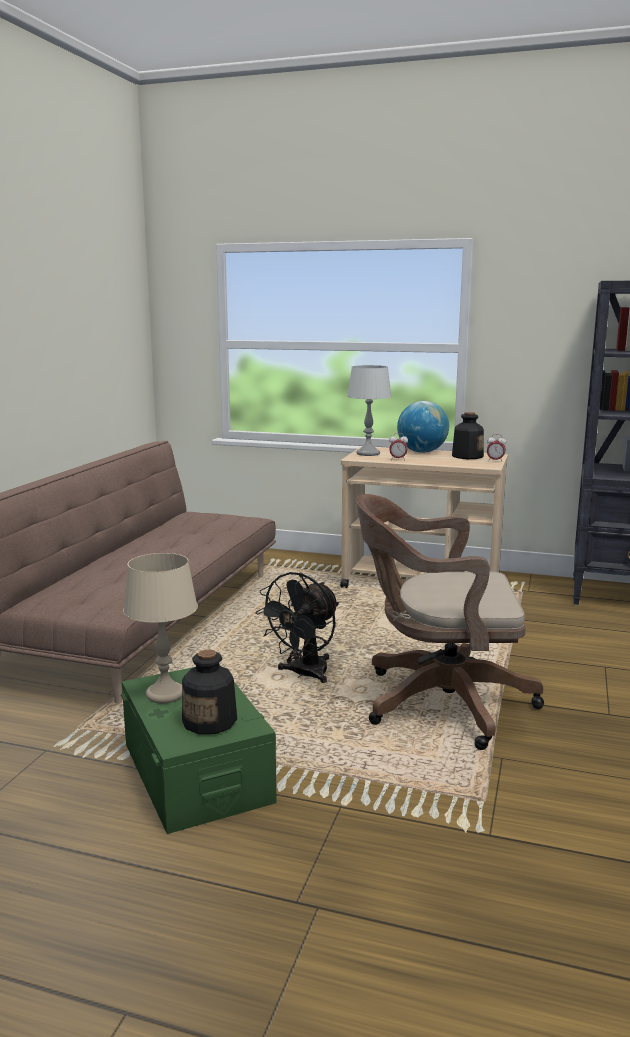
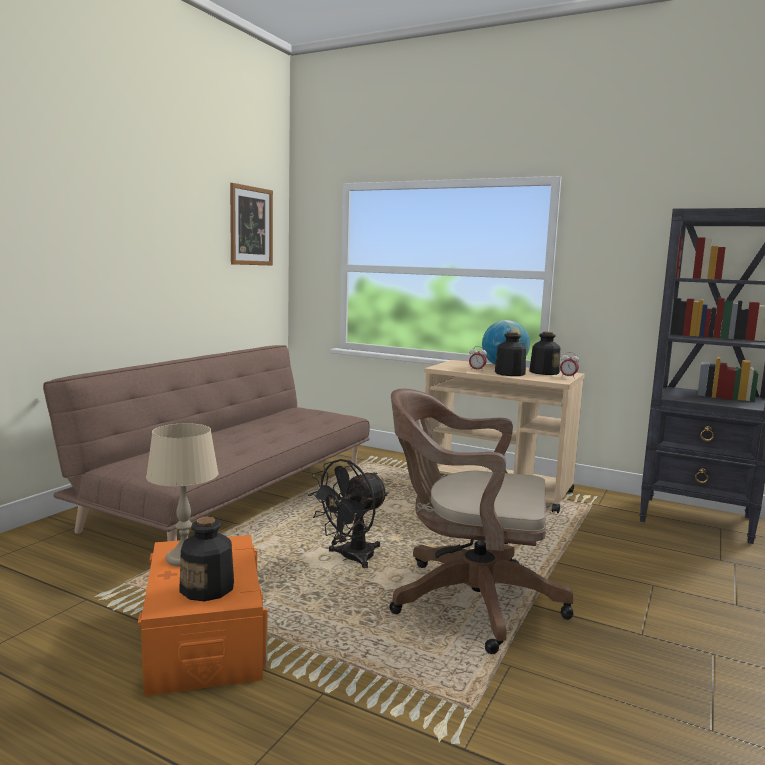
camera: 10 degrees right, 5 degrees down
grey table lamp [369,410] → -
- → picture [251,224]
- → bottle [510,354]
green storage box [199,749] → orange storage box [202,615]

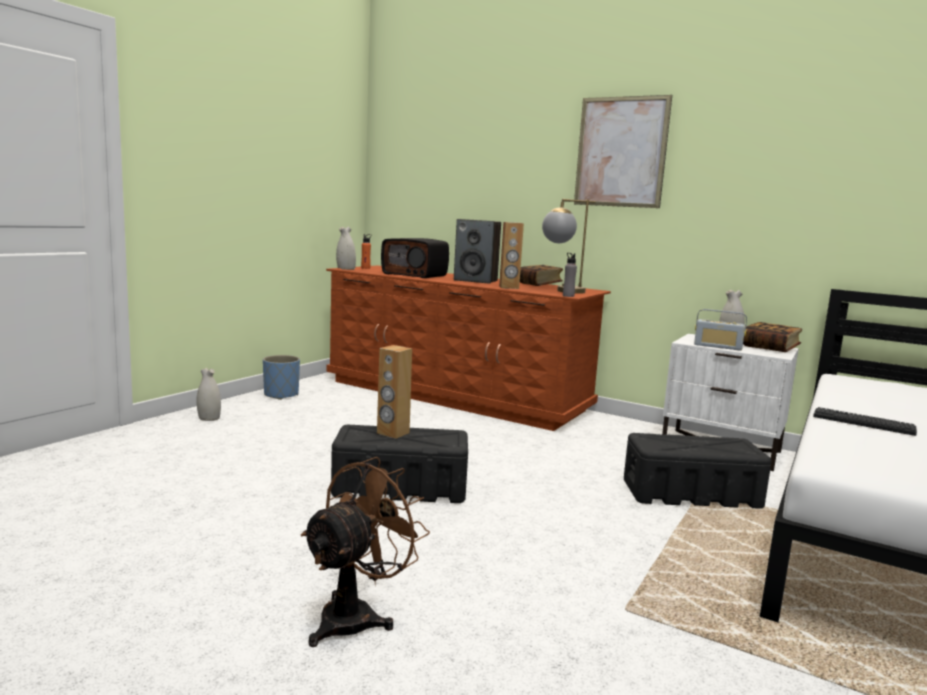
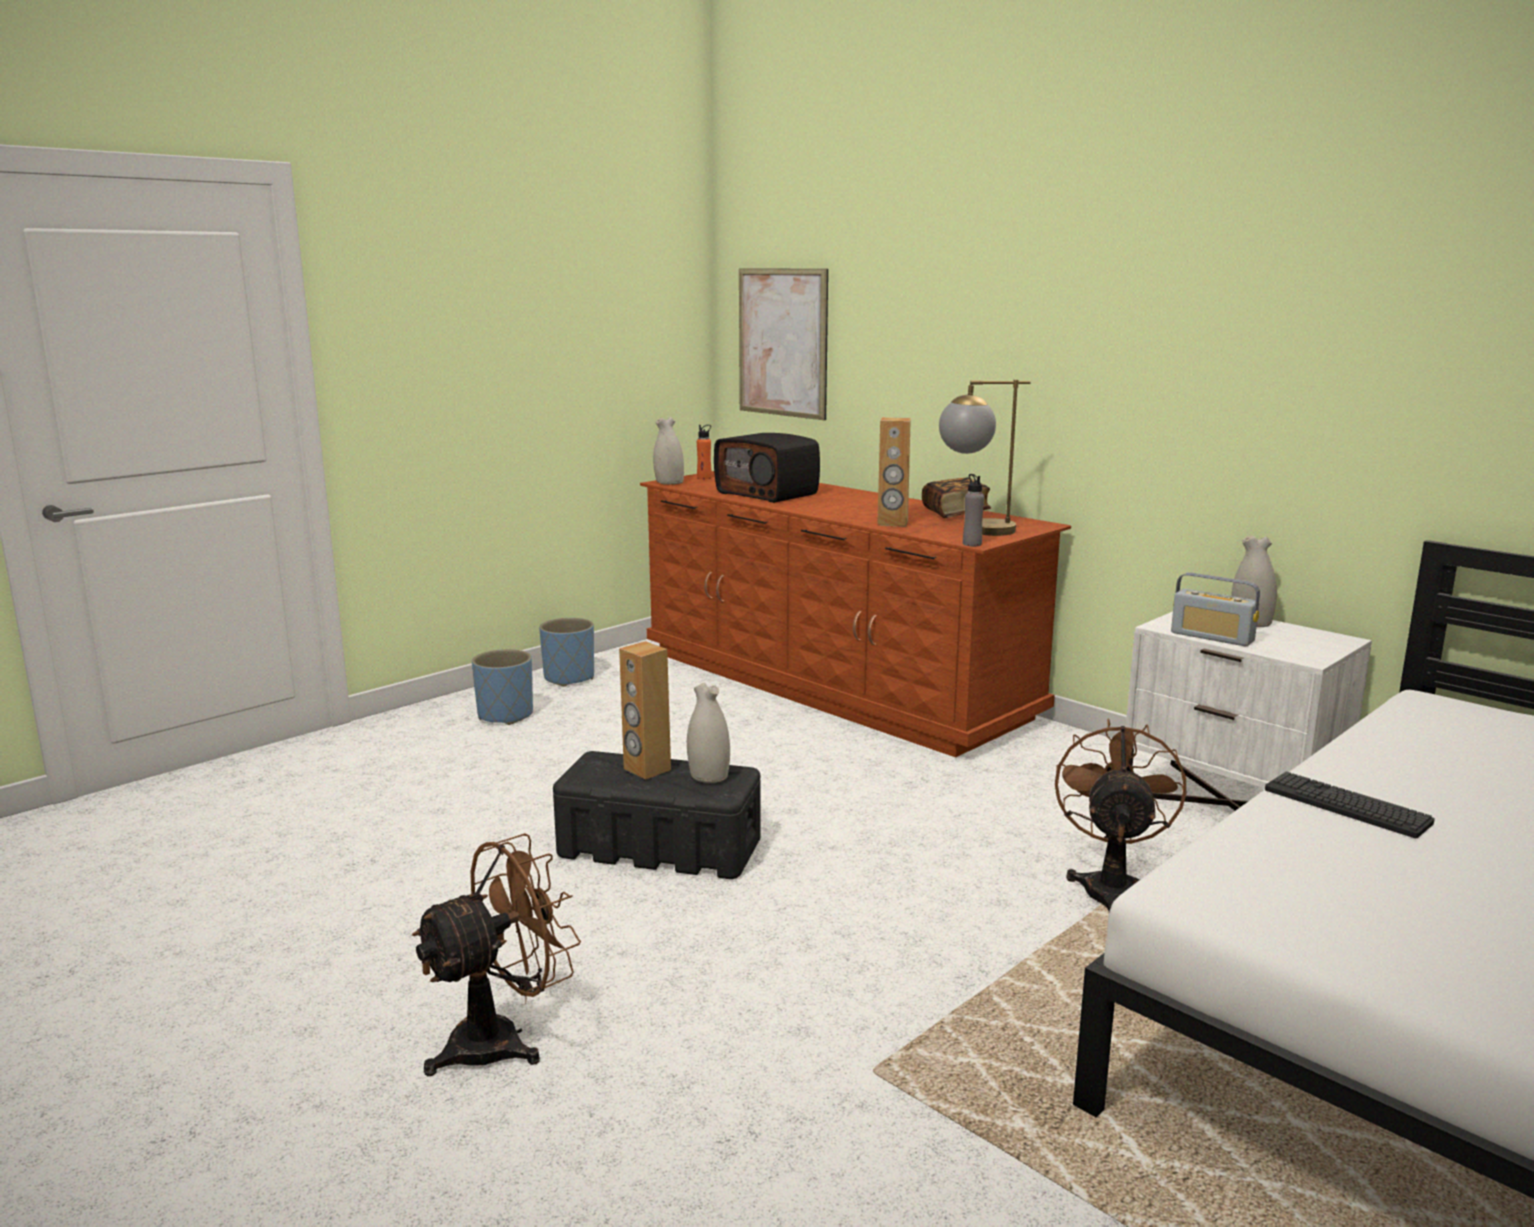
camera: 15 degrees right, 5 degrees up
speaker [477,251] → -
book [772,337] → -
- → blue planter [502,687]
white vase [208,394] → white vase [708,732], move
picture [623,151] → picture [783,344], move
black storage box [698,471] → brown fan [1120,815]

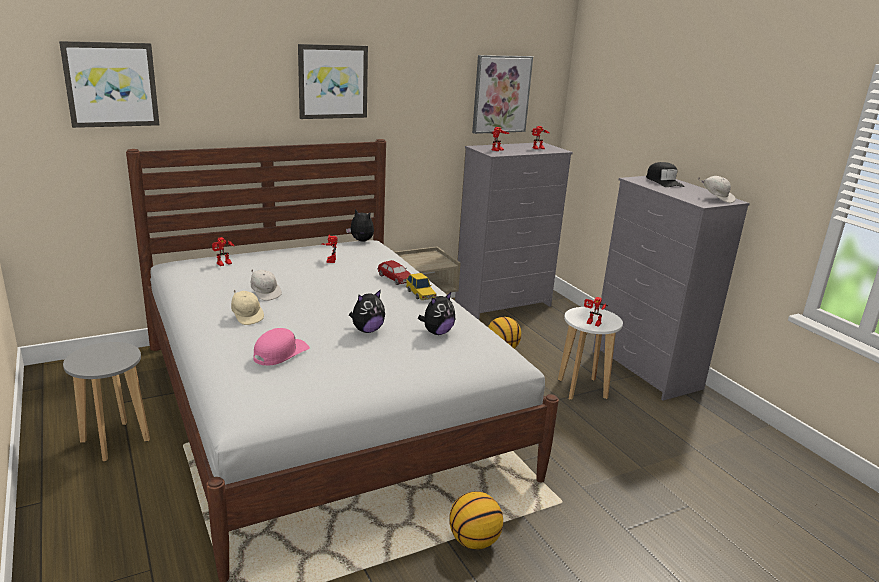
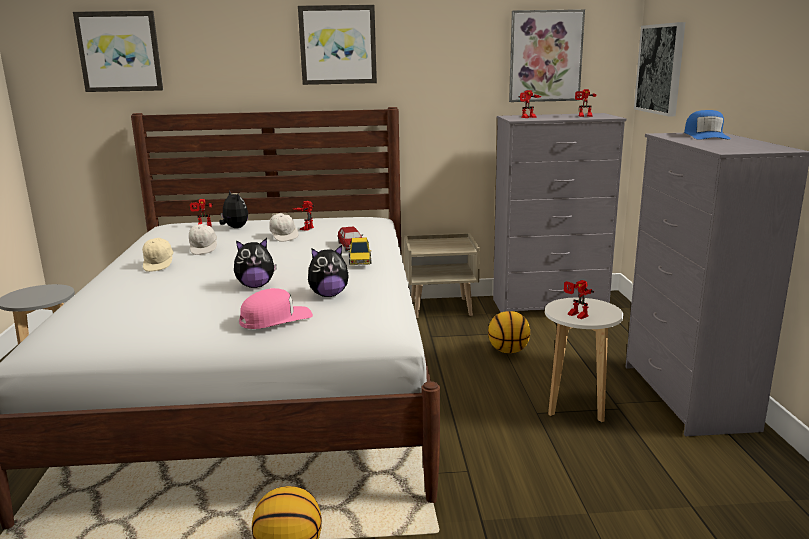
camera: 25 degrees right, 5 degrees down
- → picture [659,69]
pink cap [281,347] → pink cap [276,308], move
plush toy [360,225] → plush toy [233,209], move
white cap [717,189] → white cap [284,227], move
black cap [665,174] → blue cap [707,125]

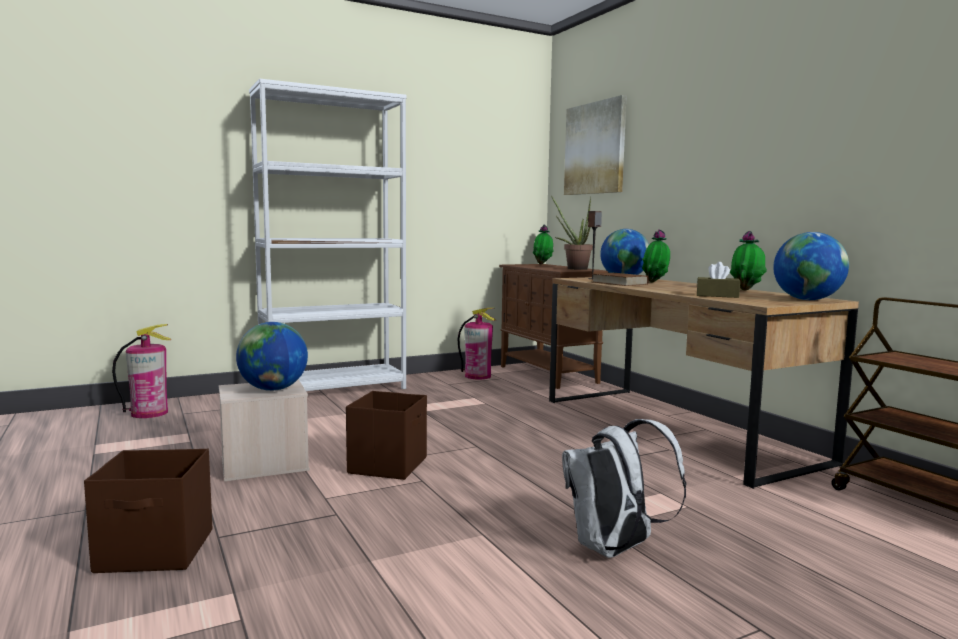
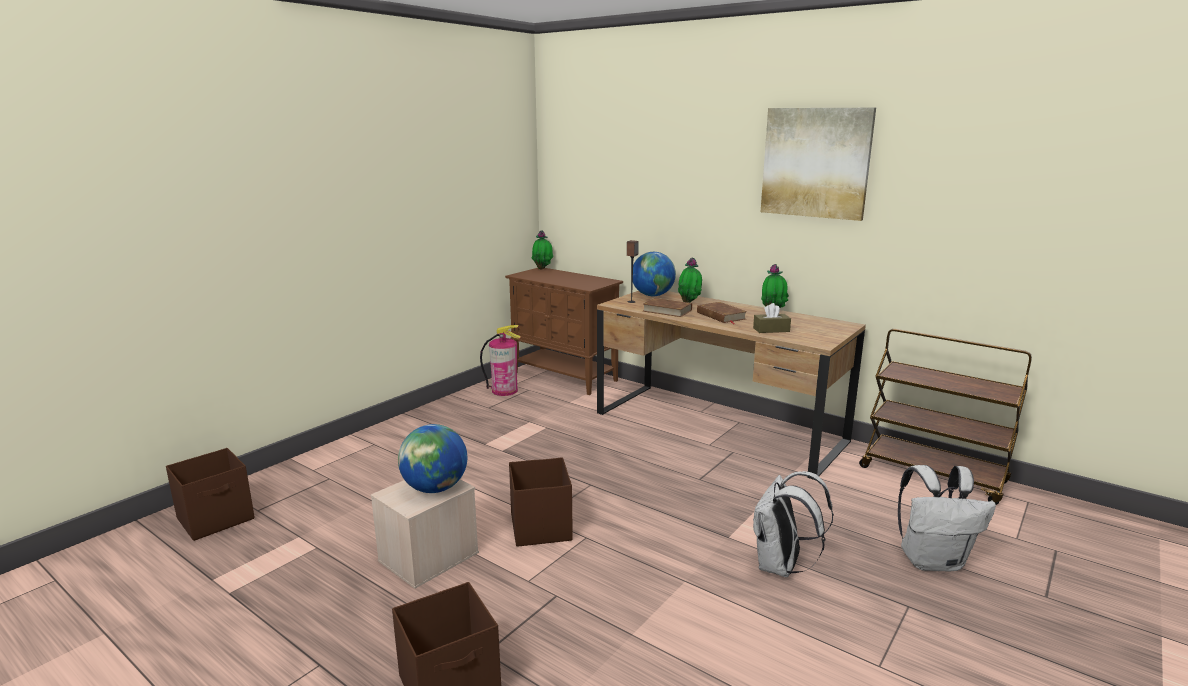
camera: 25 degrees left, 10 degrees up
white bookcase [328,234] → -
potted plant [572,233] → -
globe [811,266] → -
- → brown book [722,313]
- → white backpack [947,518]
picture [595,145] → picture [818,164], move
fire extinguisher [141,371] → brown storage box [210,494]

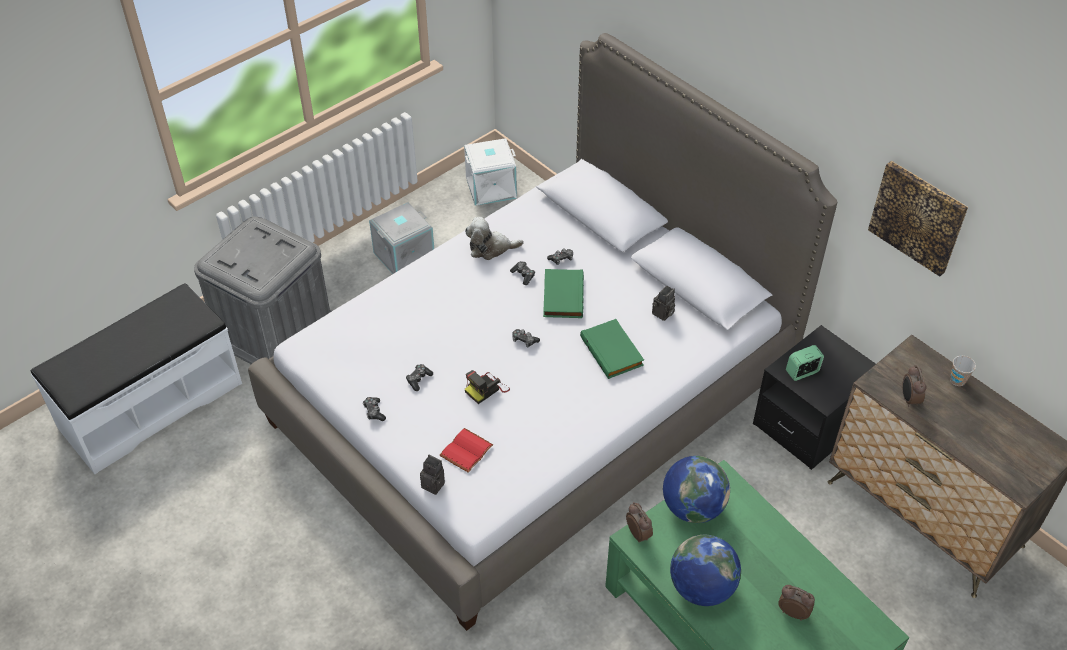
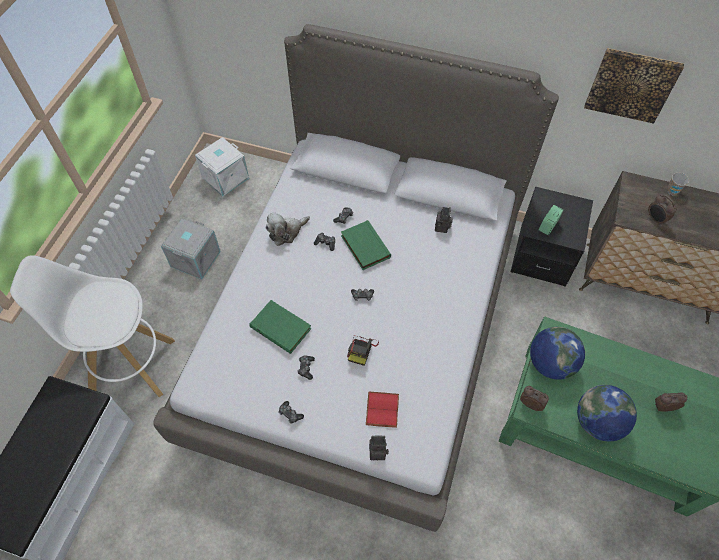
camera: 30 degrees left, 10 degrees up
green book [612,349] → green book [281,327], move
grey storage box [263,290] → white stool [92,326]

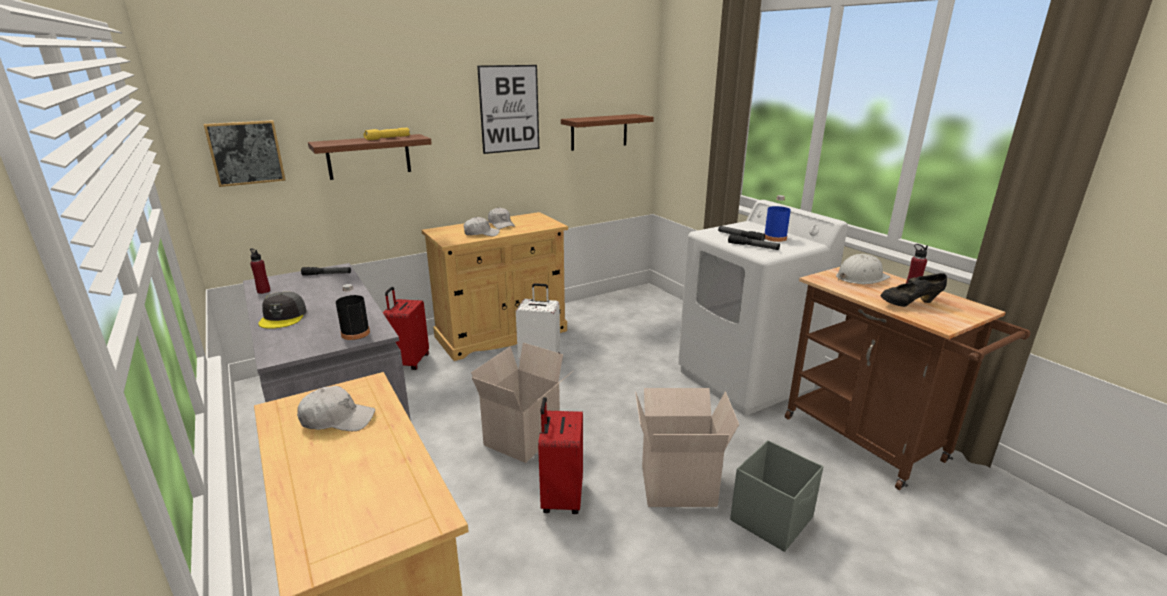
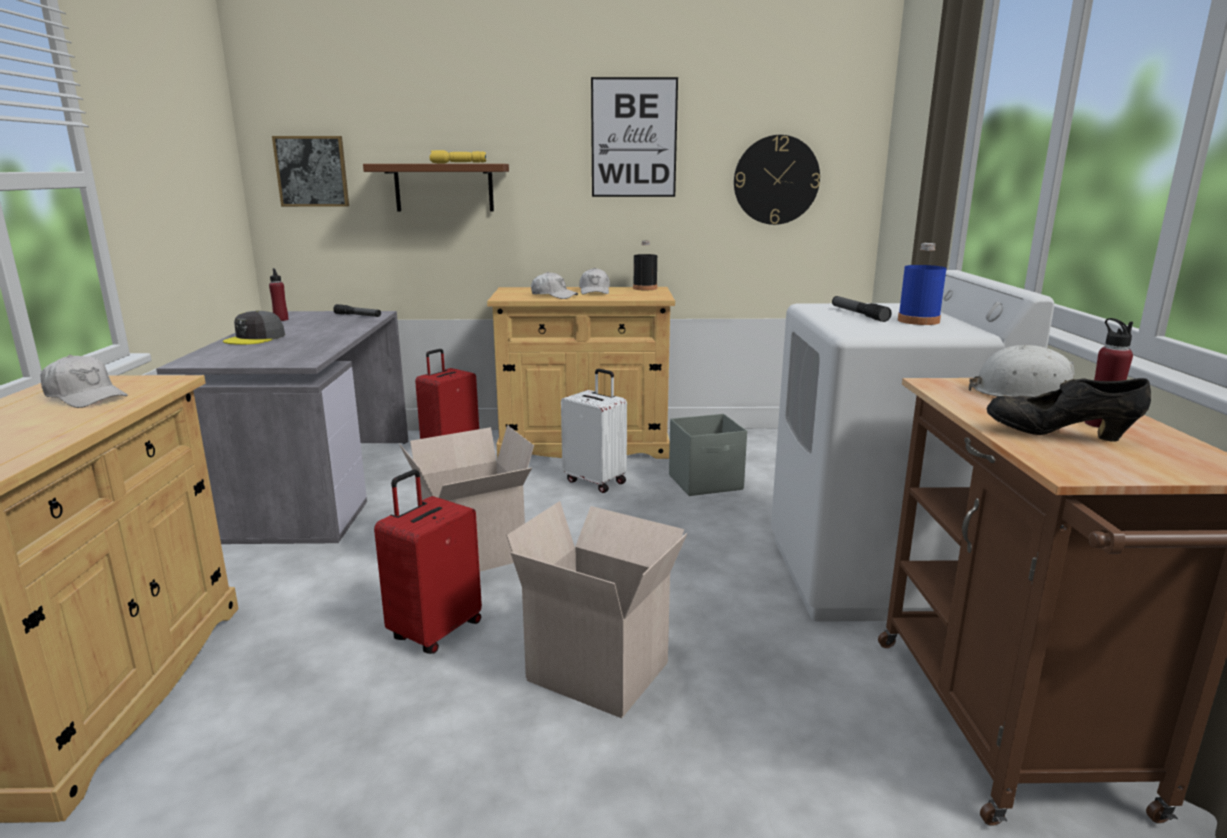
camera: 30 degrees right, 5 degrees down
flashlight [754,242] → -
black bottle [353,312] → black bottle [645,265], move
grey storage box [776,496] → grey storage box [708,455], move
brown shelf [607,132] → wall clock [777,180]

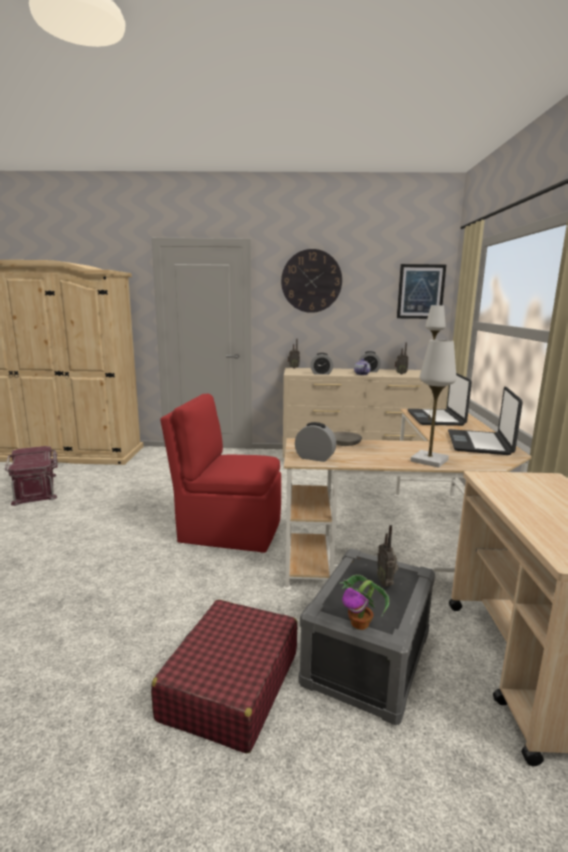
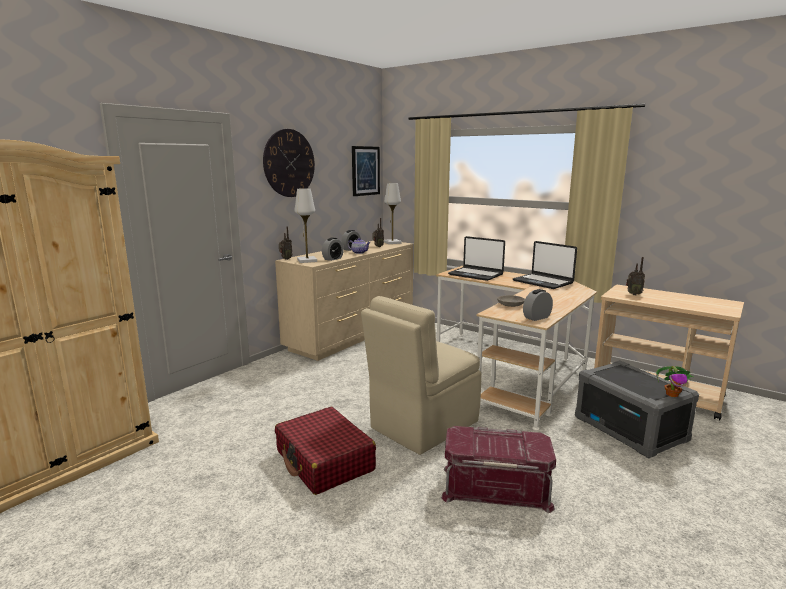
camera: 55 degrees left, 0 degrees up
red storage box [31,476] → red storage box [498,469], move
red suitcase [224,676] → red suitcase [325,451], move
radio [388,556] → radio [635,276], move
white table lamp [433,404] → white table lamp [305,225], move
red chair [220,473] → beige chair [421,375]

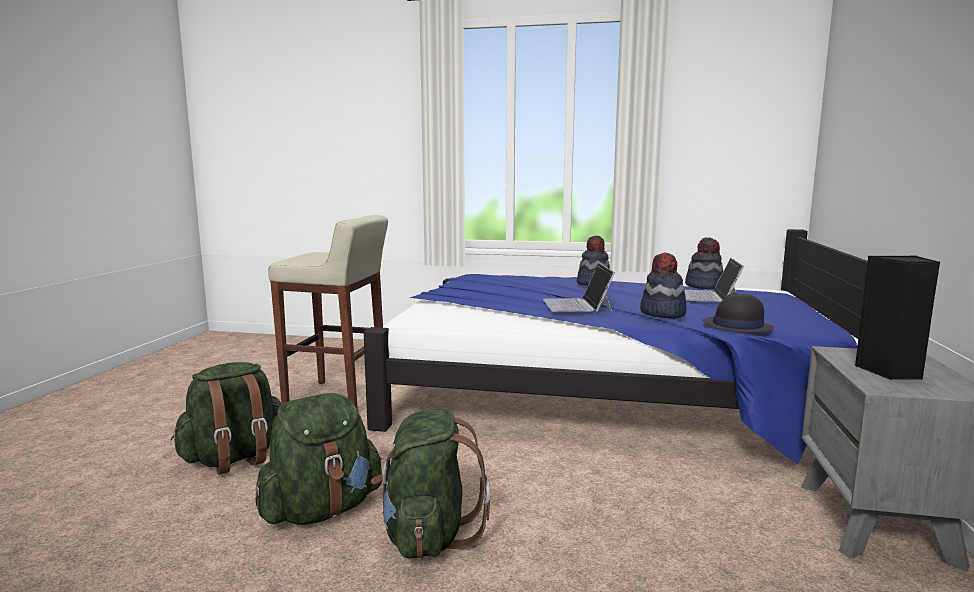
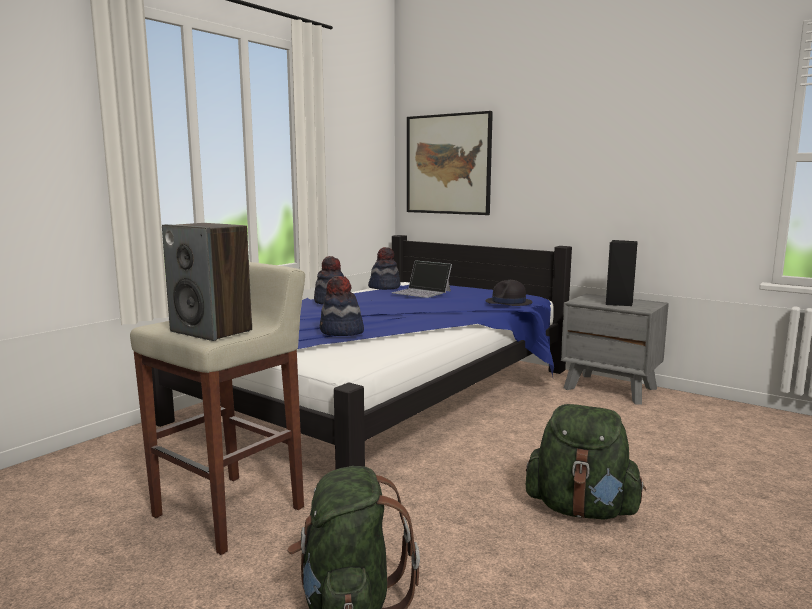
camera: 65 degrees left, 0 degrees up
green backpack [318,459] → -
laptop [579,287] → -
- → speaker [207,282]
- → picture [450,163]
hat [663,285] → hat [342,306], move

